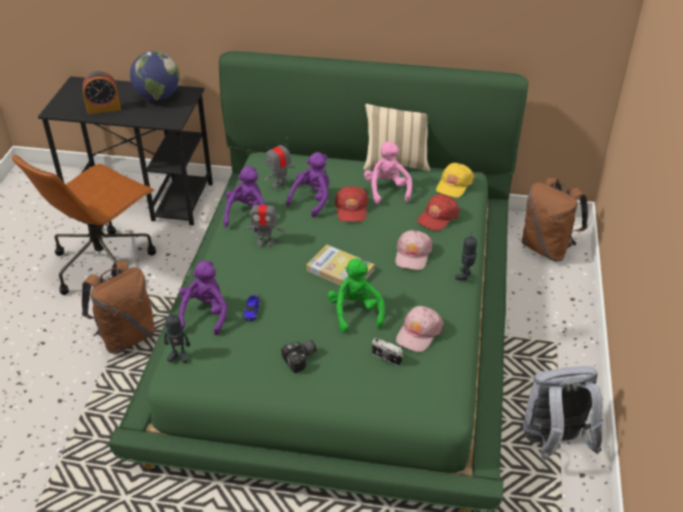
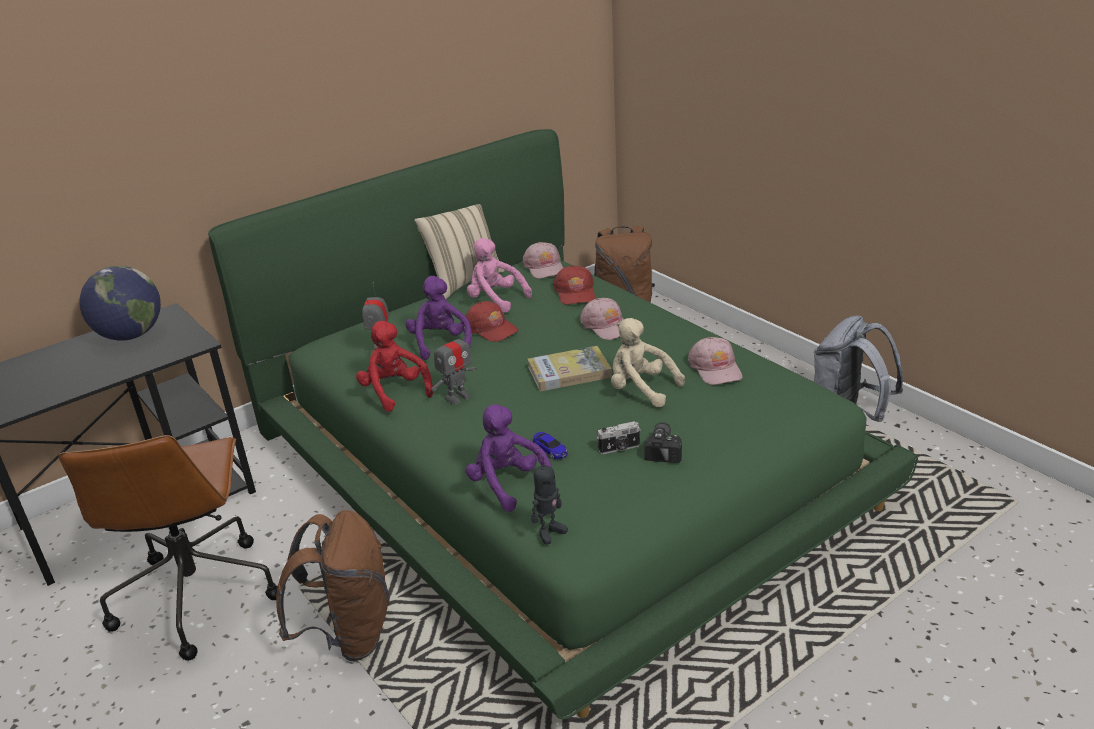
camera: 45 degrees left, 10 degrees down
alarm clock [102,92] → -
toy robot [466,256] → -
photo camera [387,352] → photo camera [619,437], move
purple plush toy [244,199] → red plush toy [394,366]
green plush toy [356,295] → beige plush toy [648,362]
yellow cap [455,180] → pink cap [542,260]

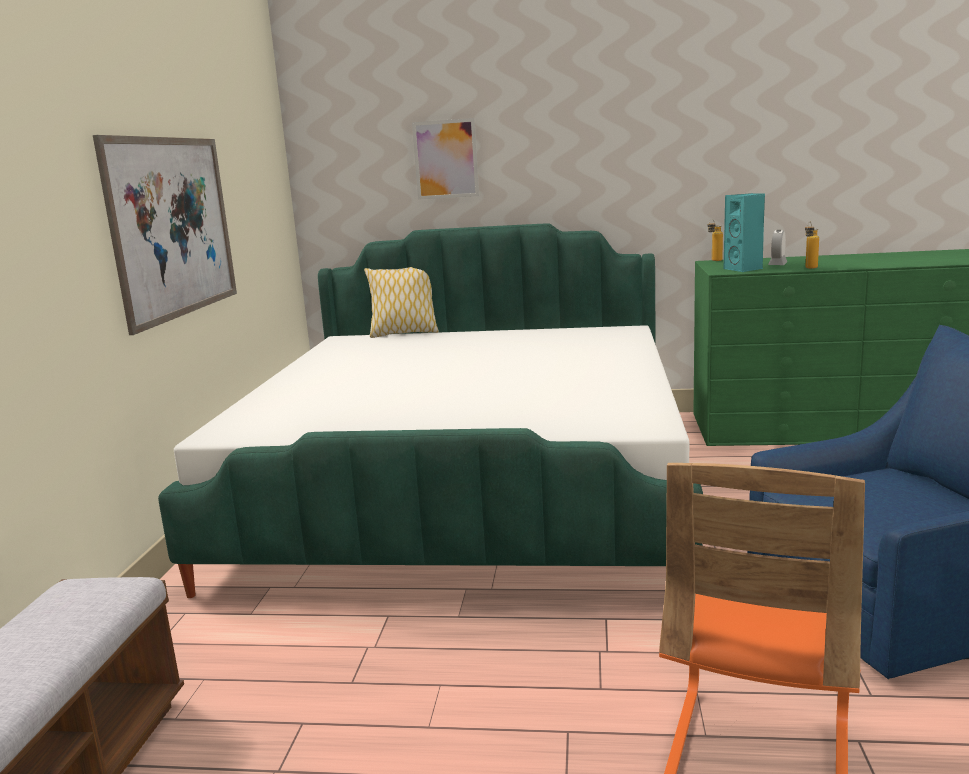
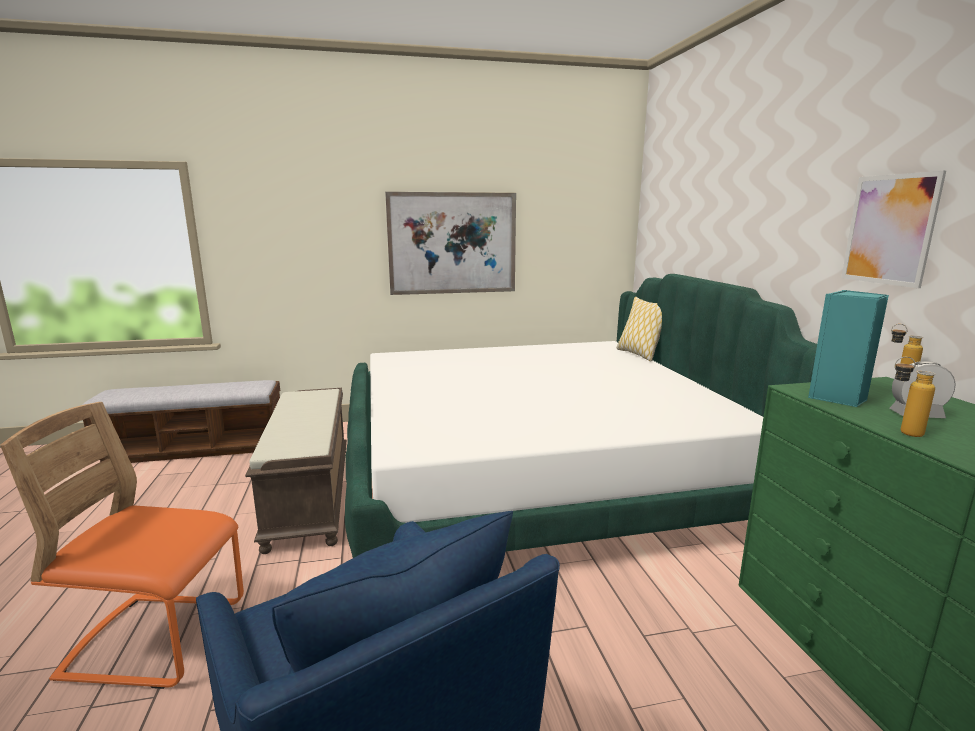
camera: 70 degrees right, 0 degrees up
- → brown bench [296,471]
picture [445,159] → picture [893,229], move

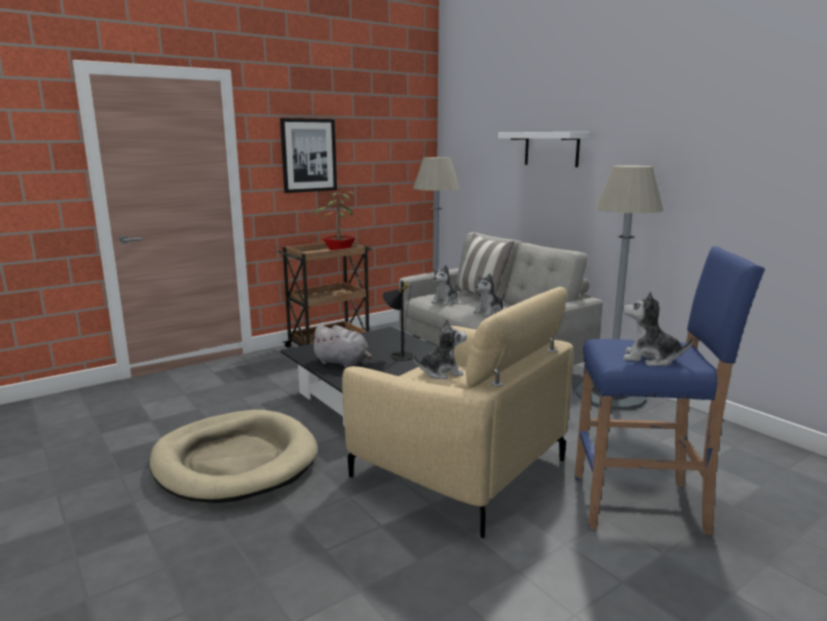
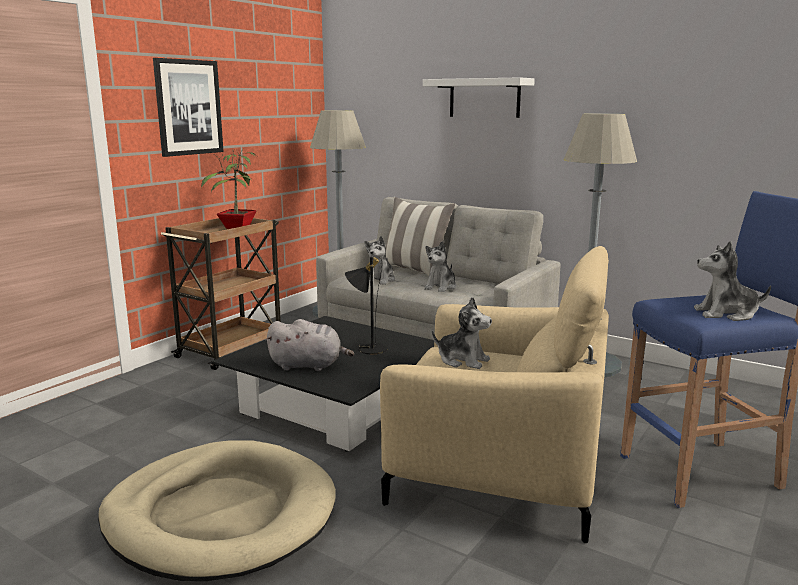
camera: 20 degrees left, 0 degrees up
plush toy [440,349] → plush toy [462,333], 60 degrees clockwise

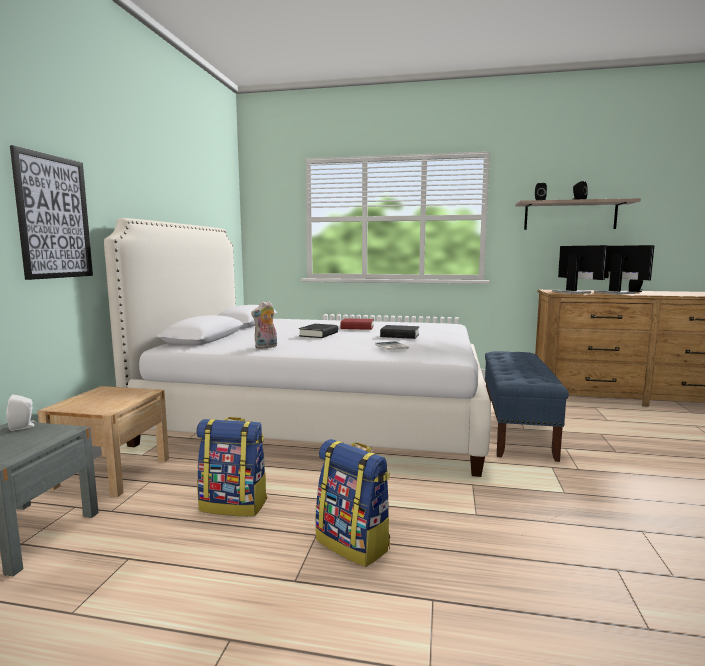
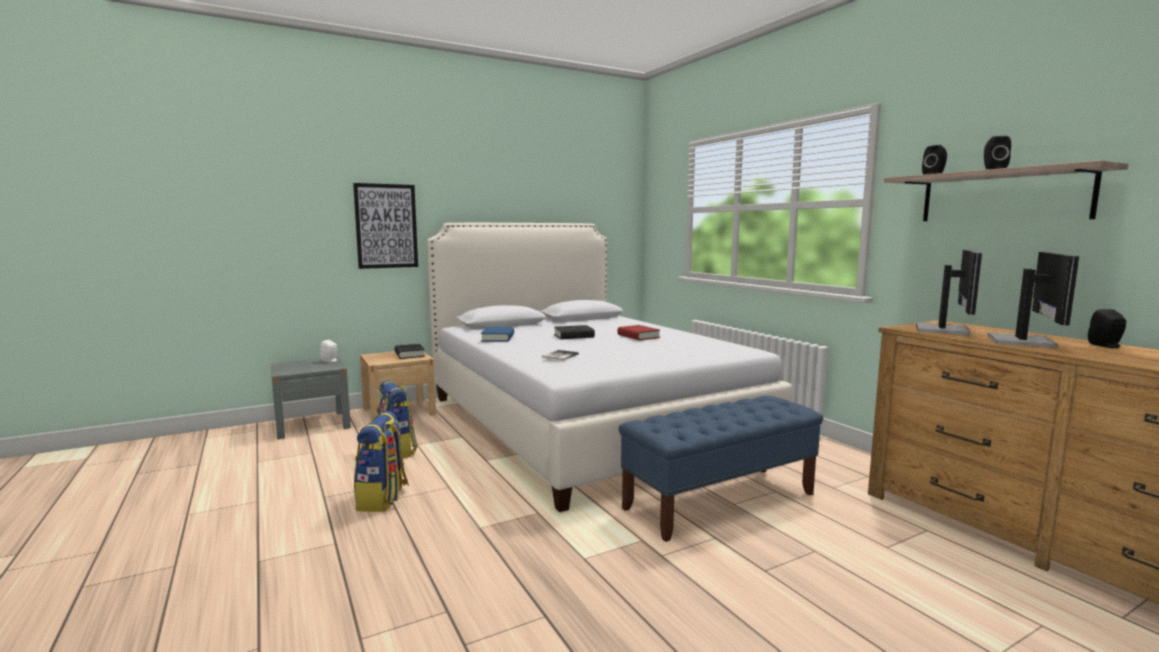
camera: 50 degrees right, 0 degrees up
black book [399,332] → black book [410,351], move
plush toy [264,325] → blue book [497,334]

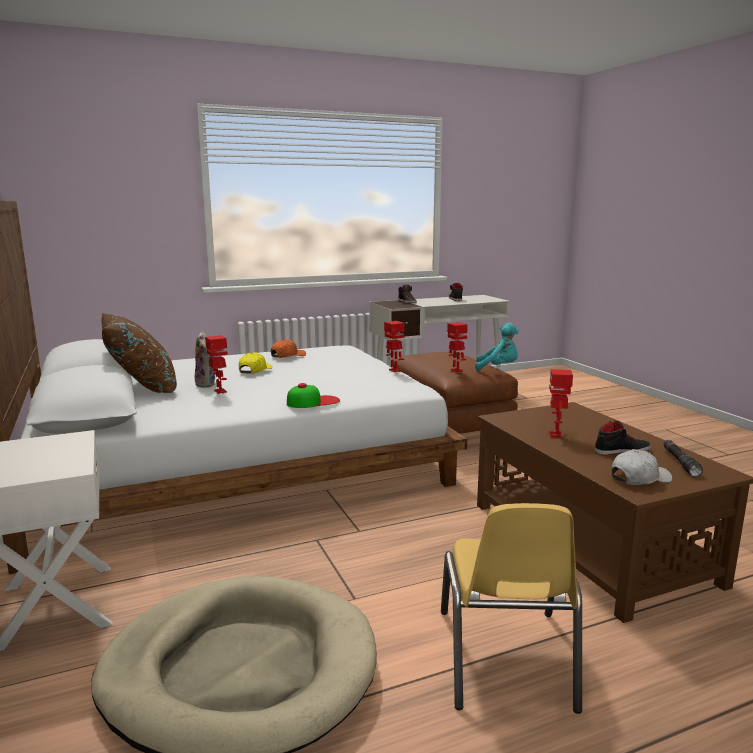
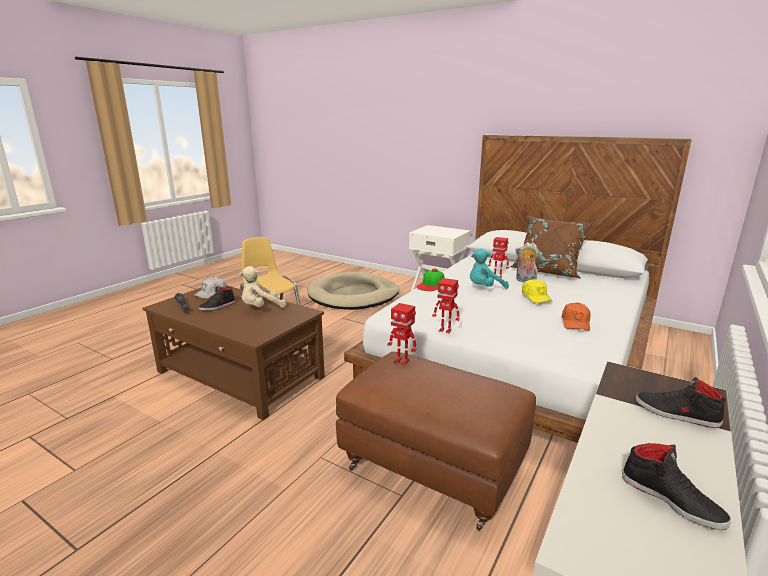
camera: 145 degrees right, 5 degrees up
turquoise plush toy [497,347] → turquoise plush toy [489,268], move
toy robot [561,403] → beige plush toy [262,287]

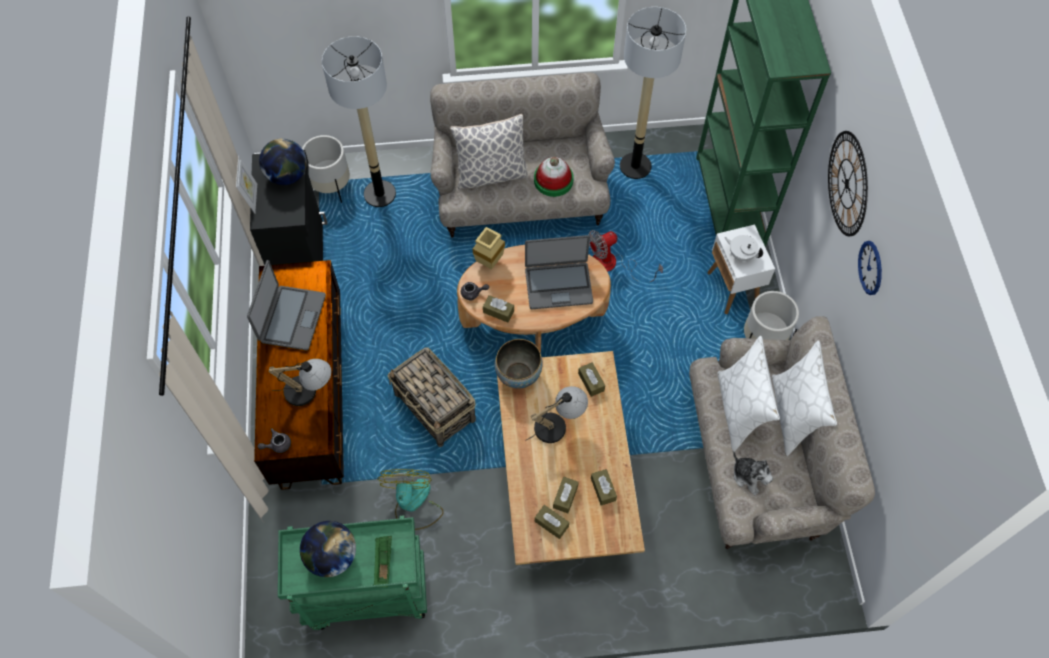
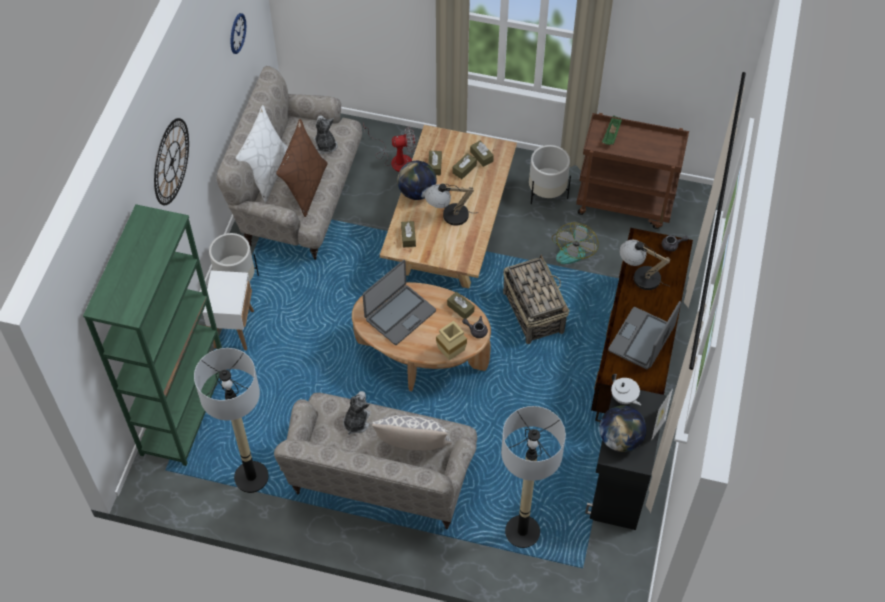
camera: 160 degrees left, 5 degrees down
bowl [519,364] → -
globe [328,549] → globe [417,180], move
white planter [326,169] → white planter [550,174], move
fan [626,256] → fan [389,147], move
white teapot [743,248] → white teapot [626,389], move
wall clock [870,268] → wall clock [238,33], move
hat [554,177] → plush toy [356,413]
green cart [352,572] → brown cart [632,171]
white pillow [748,394] → brown pillow [302,168]
laptop [559,272] → laptop [399,302], 120 degrees clockwise

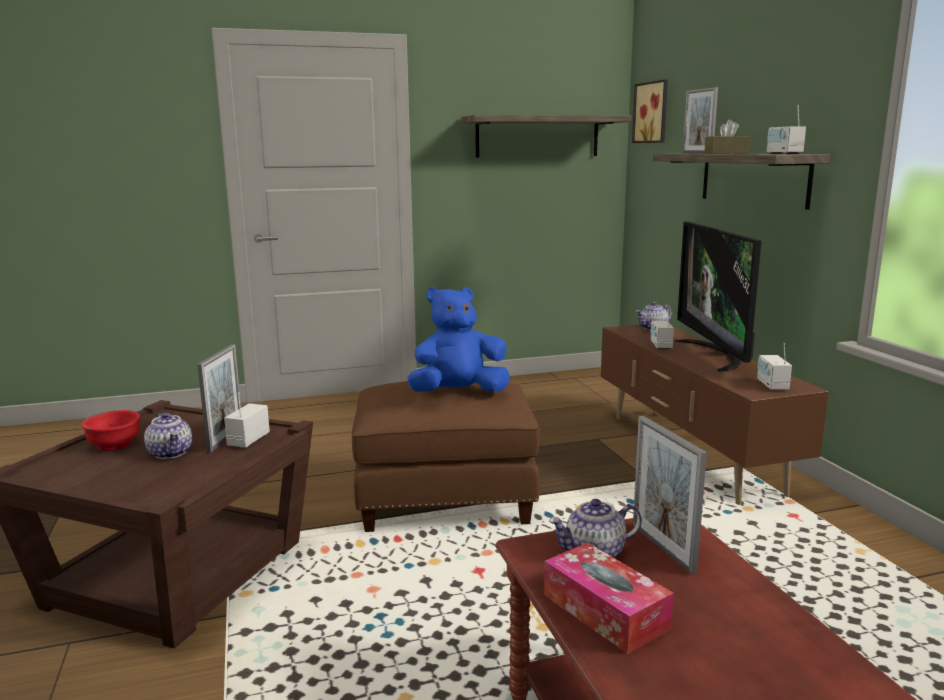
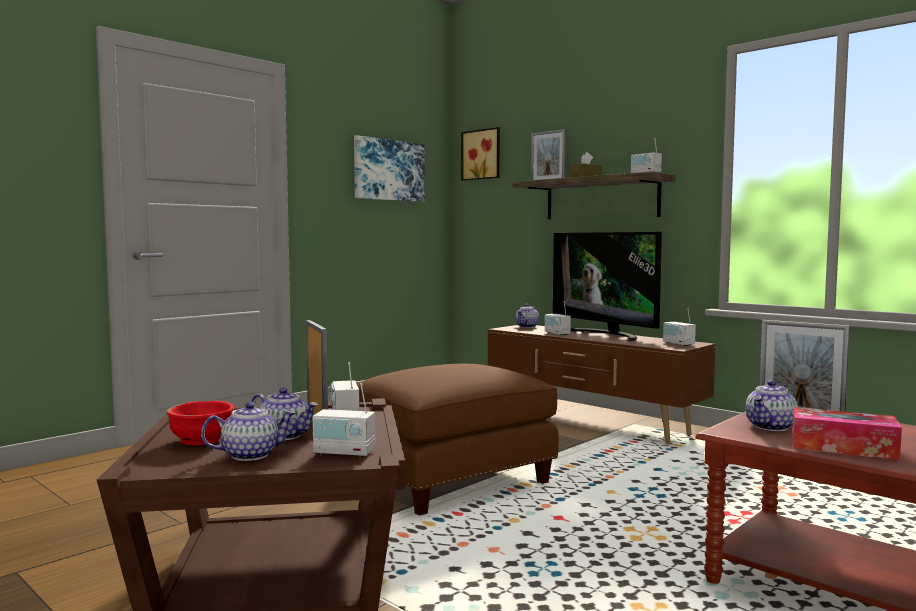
camera: 30 degrees left, 10 degrees down
blue plush toy [458,339] → -
- → teapot [248,431]
- → radio [344,420]
shelf [546,136] → picture [389,168]

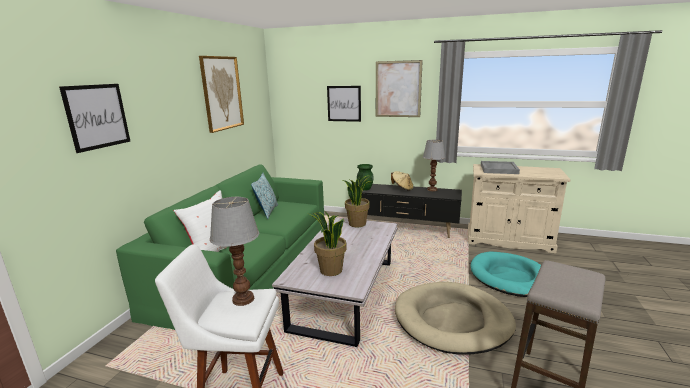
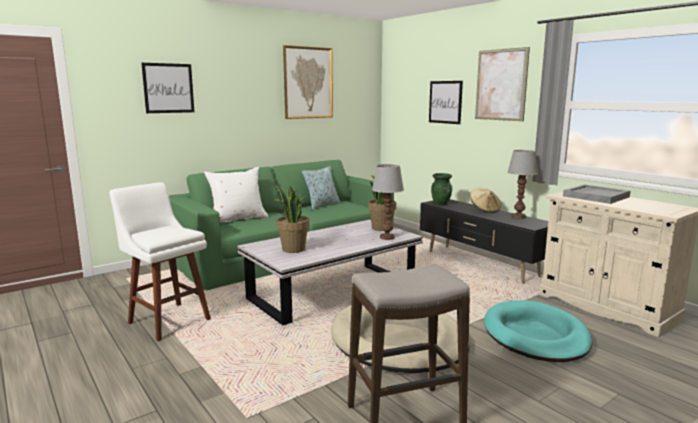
camera: 35 degrees right, 5 degrees down
table lamp [234,251] → table lamp [388,202], move

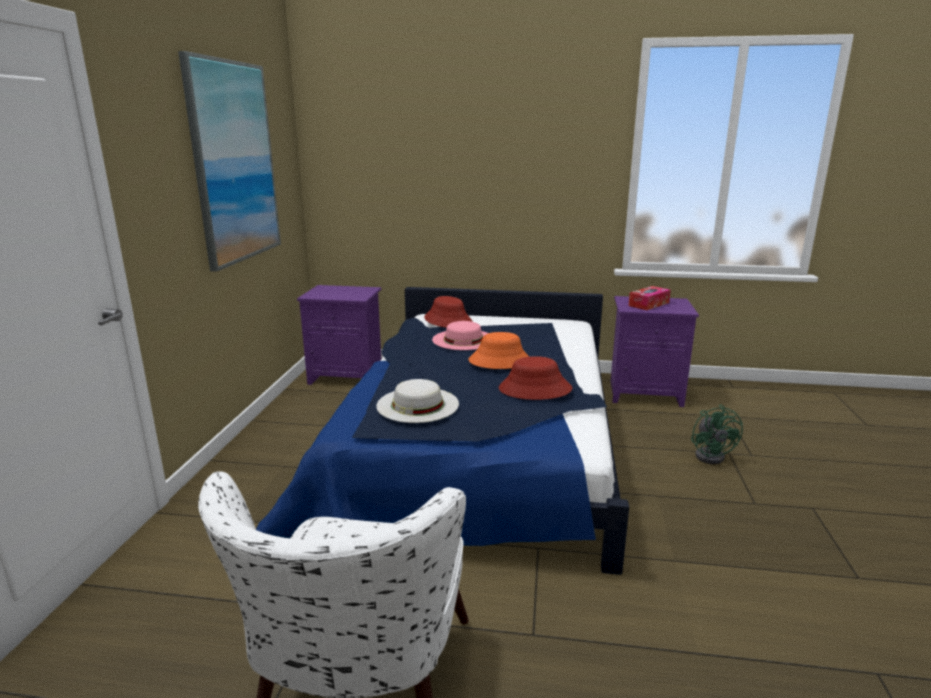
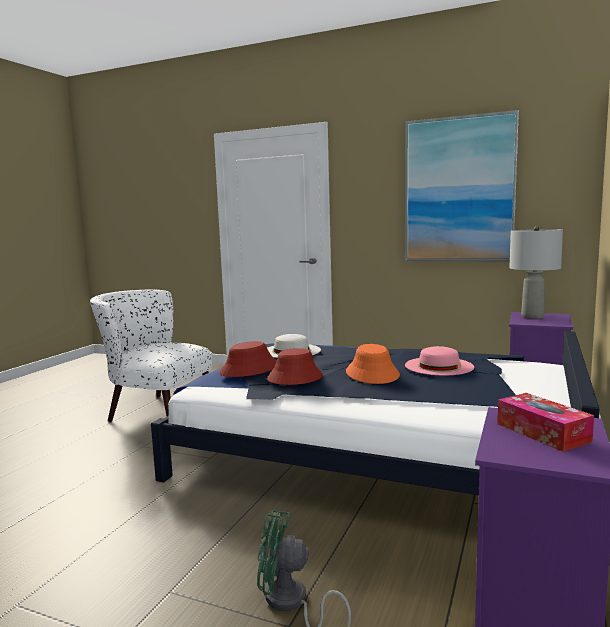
camera: 105 degrees right, 10 degrees down
- → grey table lamp [536,272]
red hat [448,312] → red hat [248,359], move

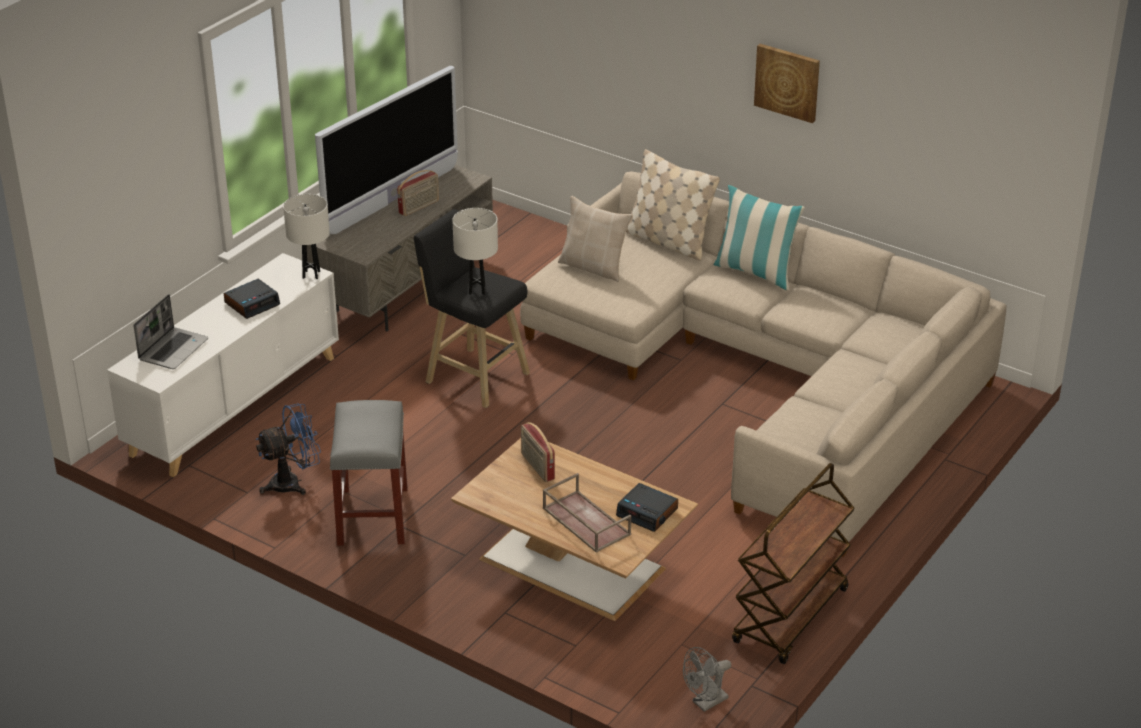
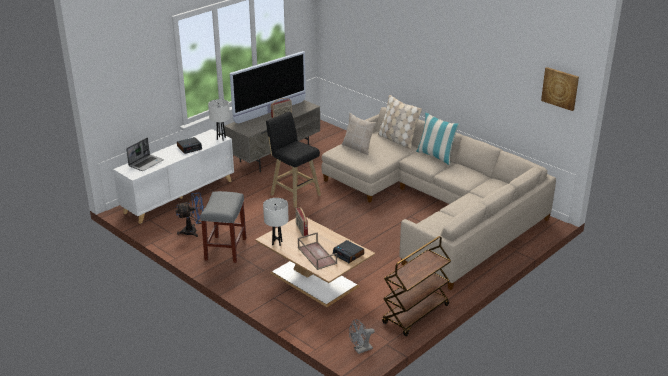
camera: 10 degrees right, 5 degrees down
white table lamp [475,251] → white table lamp [276,222], move
picture [787,83] → picture [560,89], move

